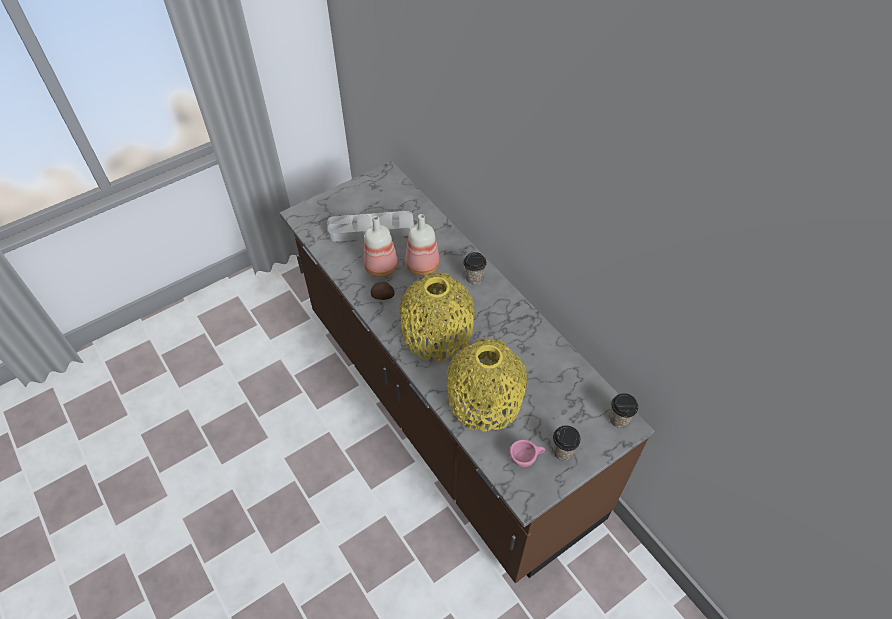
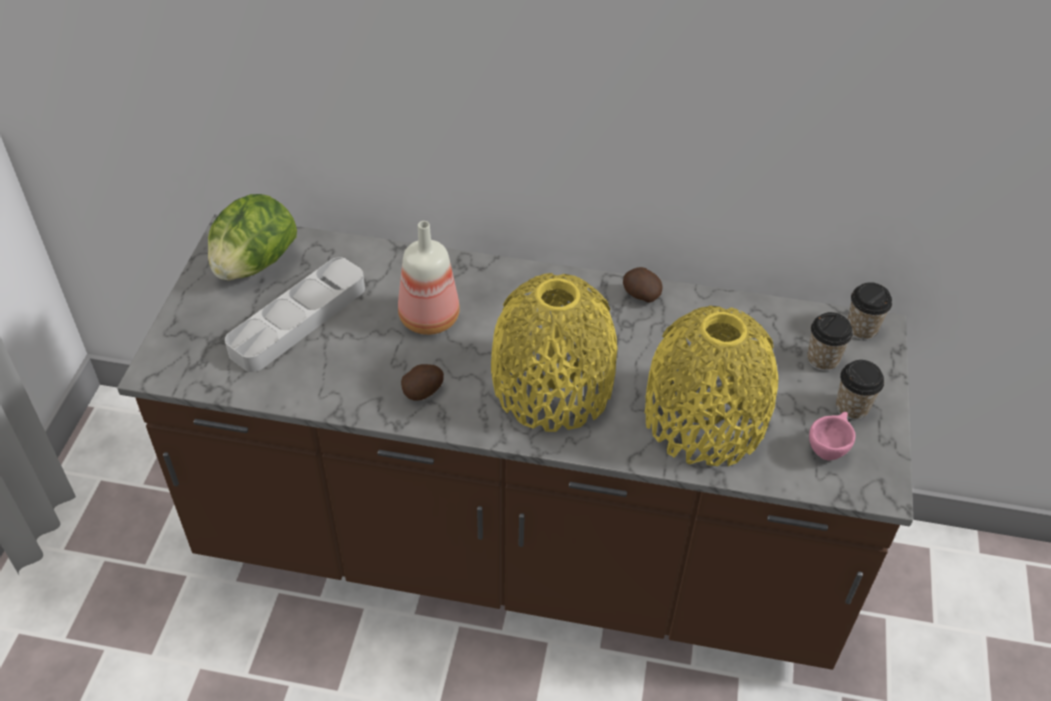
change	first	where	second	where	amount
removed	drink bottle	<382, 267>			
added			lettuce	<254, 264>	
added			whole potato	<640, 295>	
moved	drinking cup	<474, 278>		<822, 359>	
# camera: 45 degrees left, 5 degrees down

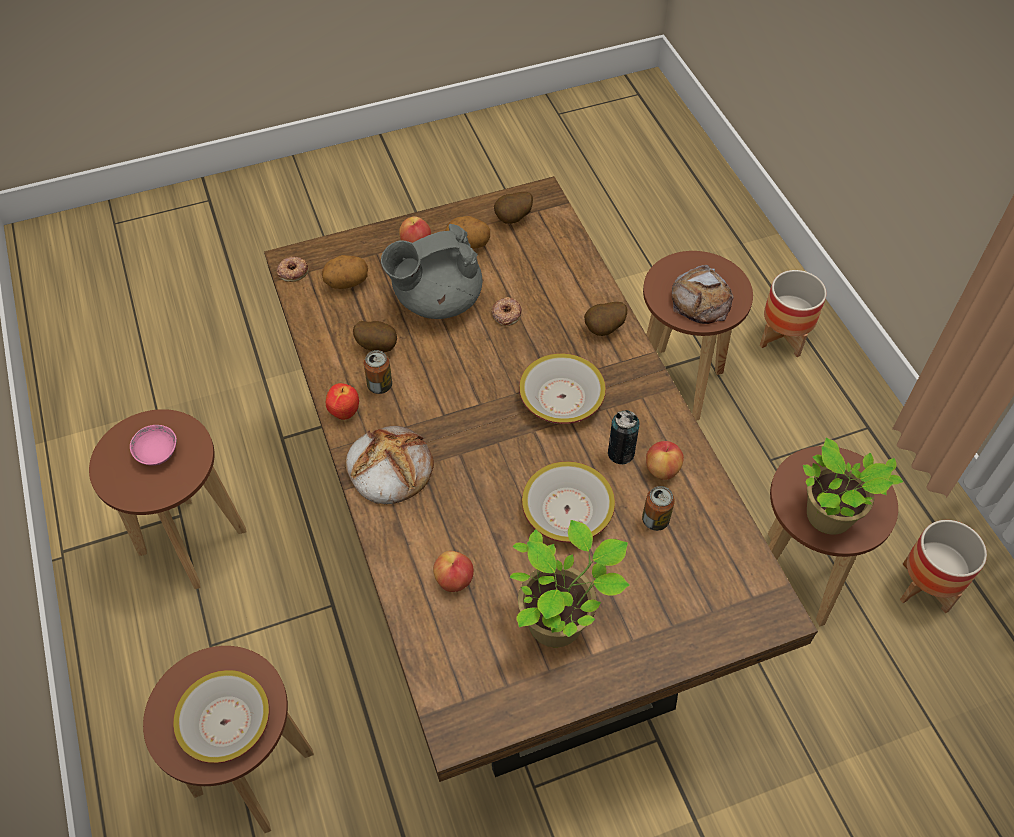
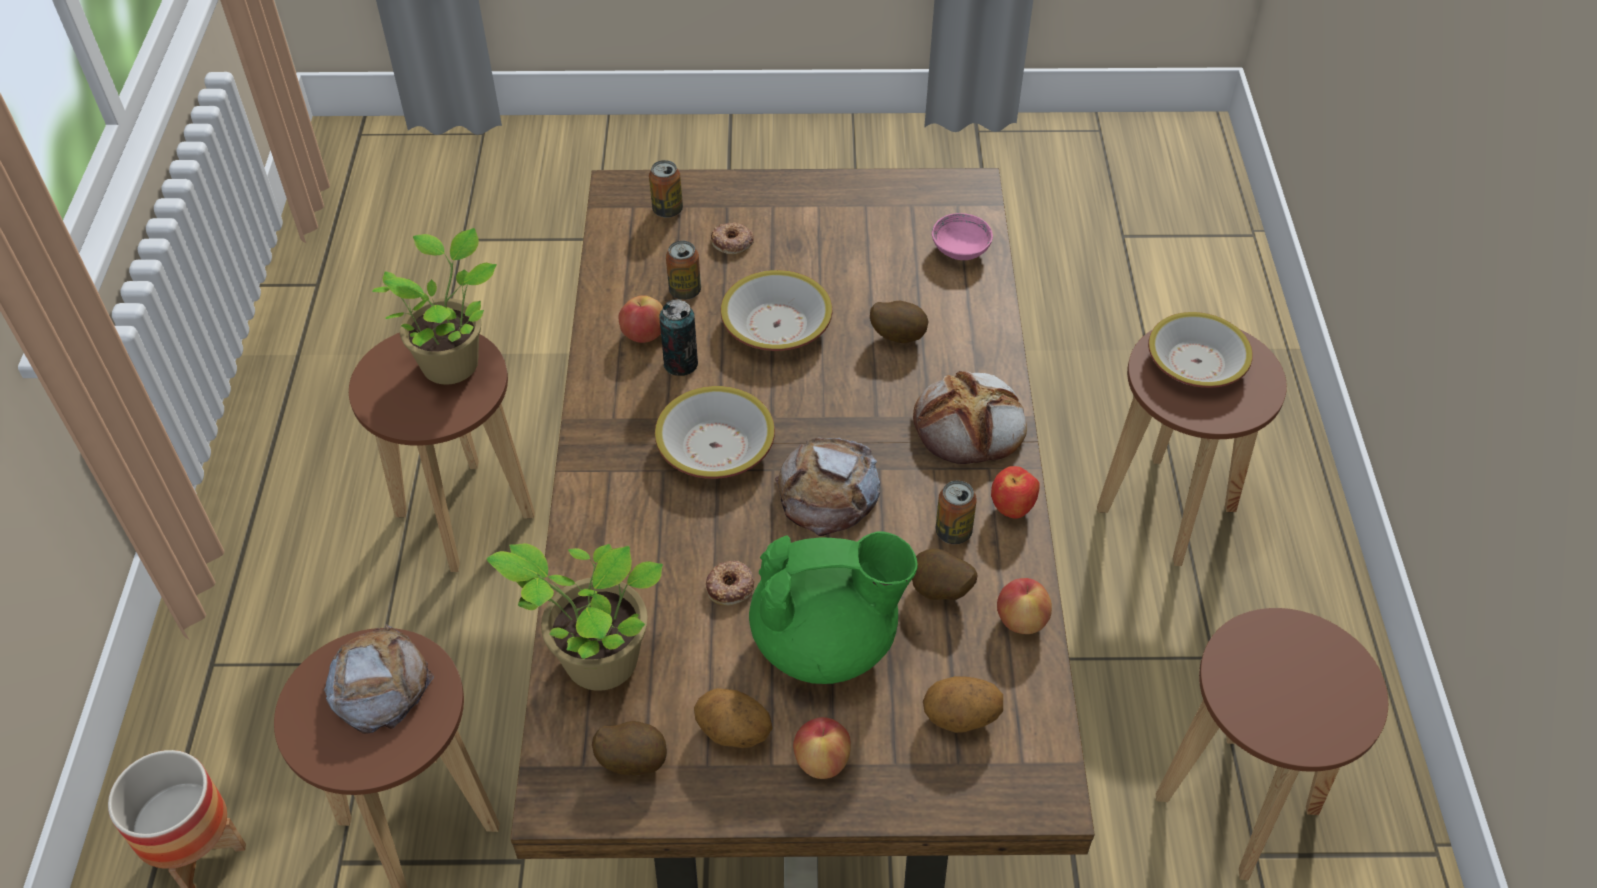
change	first	where	second	where	amount
removed	flower pot	<925, 587>			
added			metal can	<667, 210>	
added			bakery bread	<828, 492>	
moved	pinkish serving bowl	<157, 453>		<960, 250>	
moved	ring doughnut	<292, 271>		<732, 242>	
moved	whole apple	<454, 580>		<1021, 620>	
moved	plant in a pot	<559, 621>		<595, 661>	
moved	whole potato	<604, 330>		<898, 335>	
recoloured	grey tea pot	<436, 300>	green tea pot	<827, 641>	
# camera: 160 degrees left, 5 degrees down

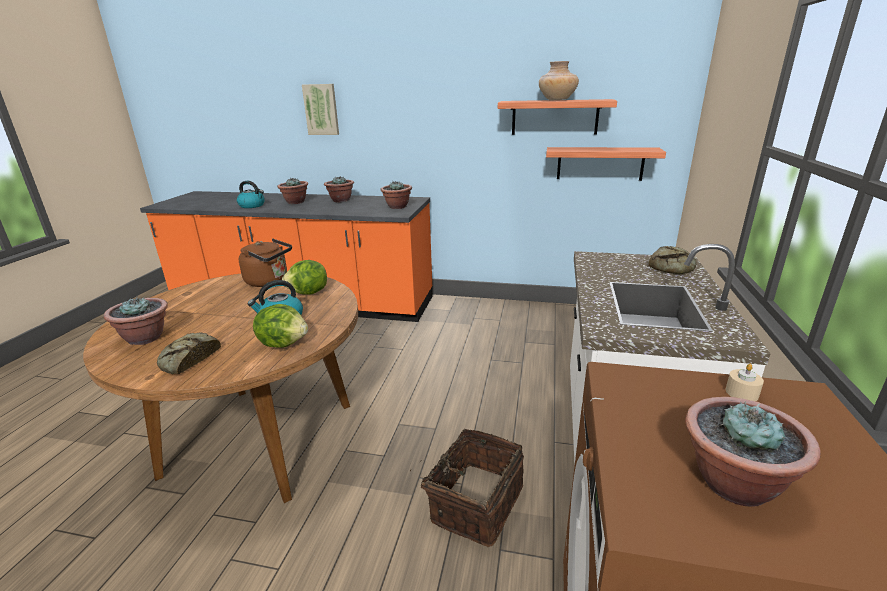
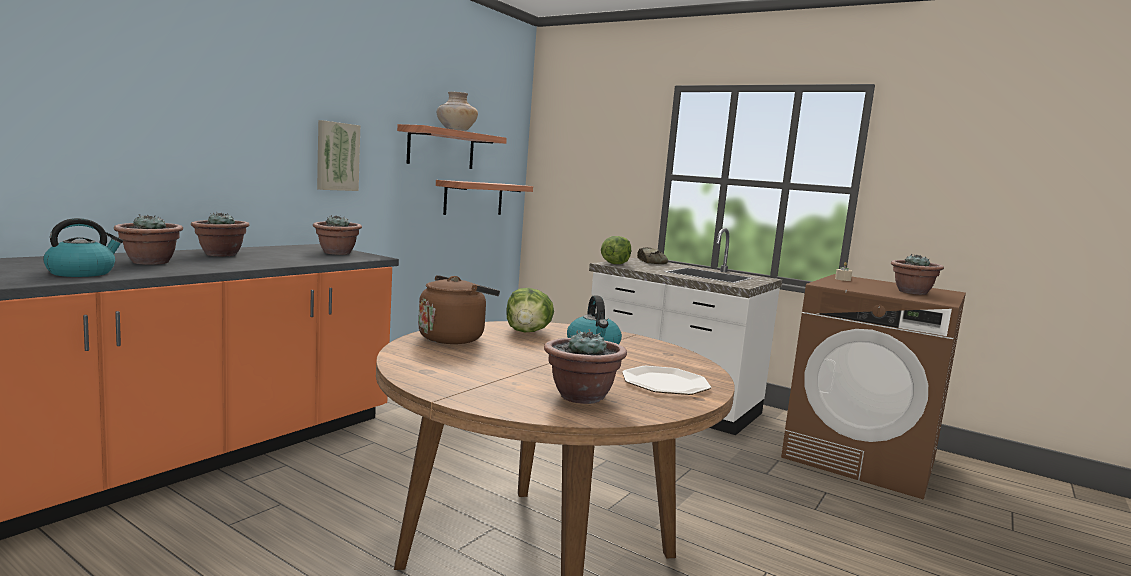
change	first	where	second	where	amount
removed	storage basket	<474, 502>			
moved	lettuce	<284, 343>		<614, 264>	
moved	wall art	<321, 109>		<337, 156>	
replaced	bakery bread	<188, 359>	dinner plate	<666, 383>	
# camera: 70 degrees left, 15 degrees down

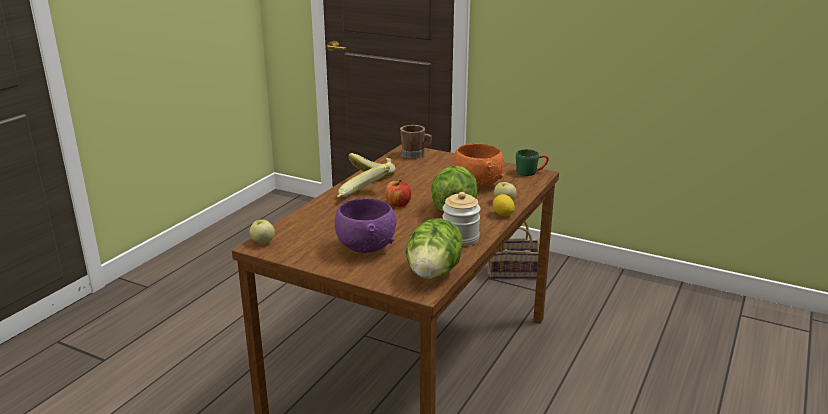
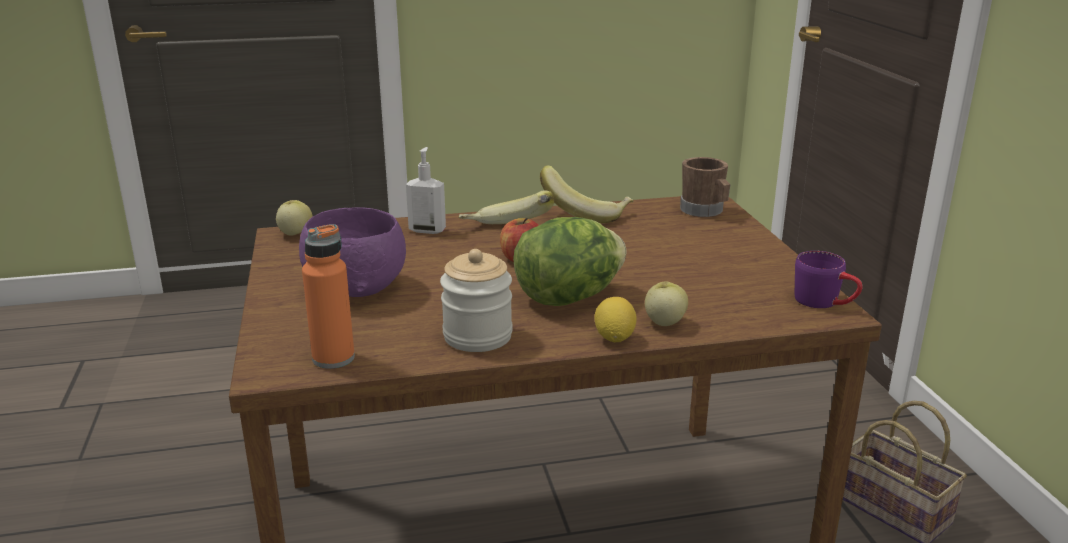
change	first	where	second	where	amount
removed	orange-coloured serving bowl	<477, 183>			
added			liquid soap bottle	<427, 230>	
replaced	lettuce	<433, 273>	orange-coloured drink bottle	<333, 358>	
recoloured	green mug	<531, 172>	purplish mug	<825, 302>	
# camera: 50 degrees right, 0 degrees up

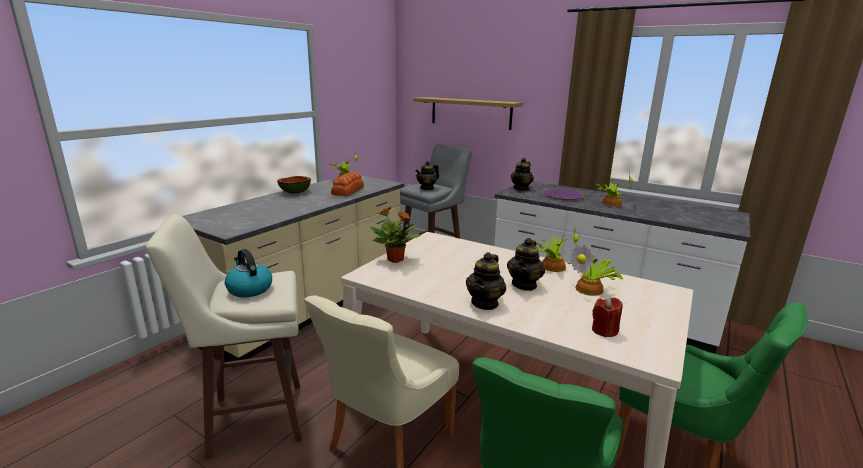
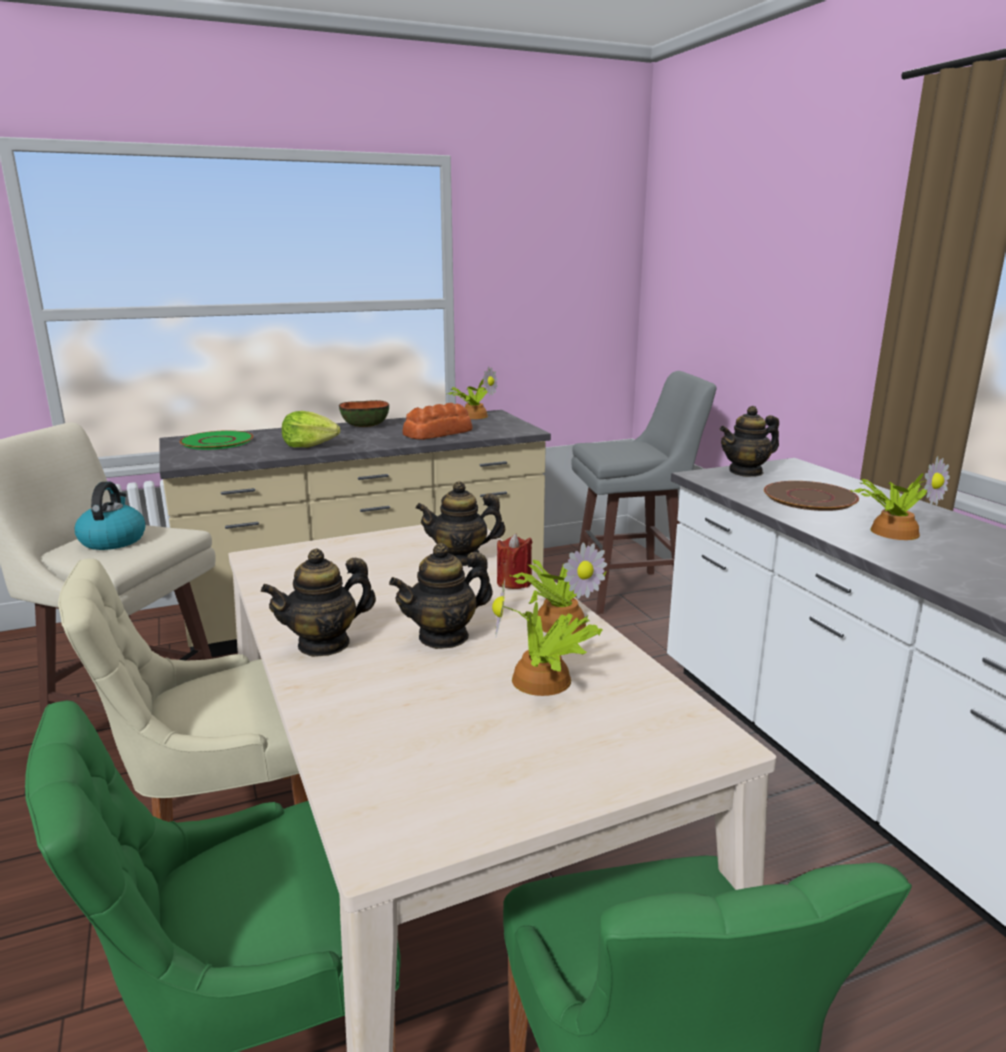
change	first	where	second	where	amount
removed	plant in a pot	<396, 260>			
removed	wall shelf	<470, 113>			
added			green dinner plate	<217, 442>	
added			lettuce	<309, 445>	
moved	tea pot	<427, 188>		<461, 558>	
moved	red wax light	<604, 330>		<514, 582>	
recoloured	purplish dinner plate	<562, 195>	brown dinner plate	<809, 497>	
# camera: 35 degrees right, 0 degrees up

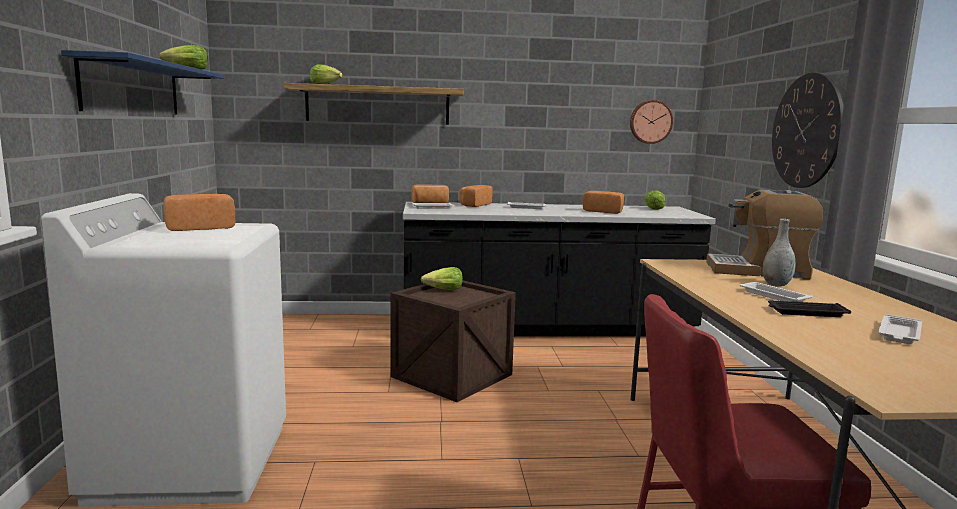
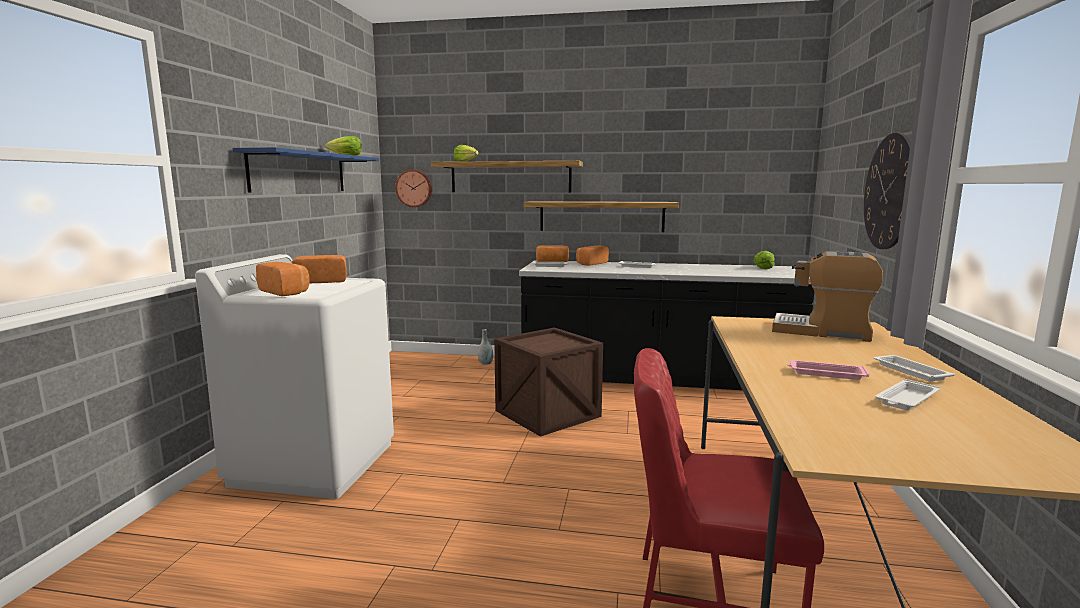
change	first	where	second	where	amount
removed	lettuce	<444, 290>			
added			wall shelf	<601, 216>	
moved	bakery bread	<603, 211>		<285, 292>	
moved	wall clock	<650, 122>		<414, 188>	
moved	whitish tray	<772, 296>		<909, 371>	
moved	grey vase	<776, 284>		<485, 363>	
recoloured	black tray	<805, 312>	pinkish tray	<825, 373>	
# camera: 15 degrees right, 0 degrees up

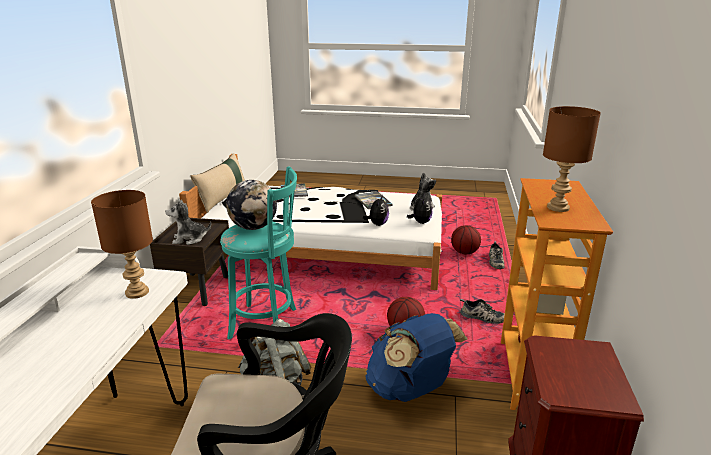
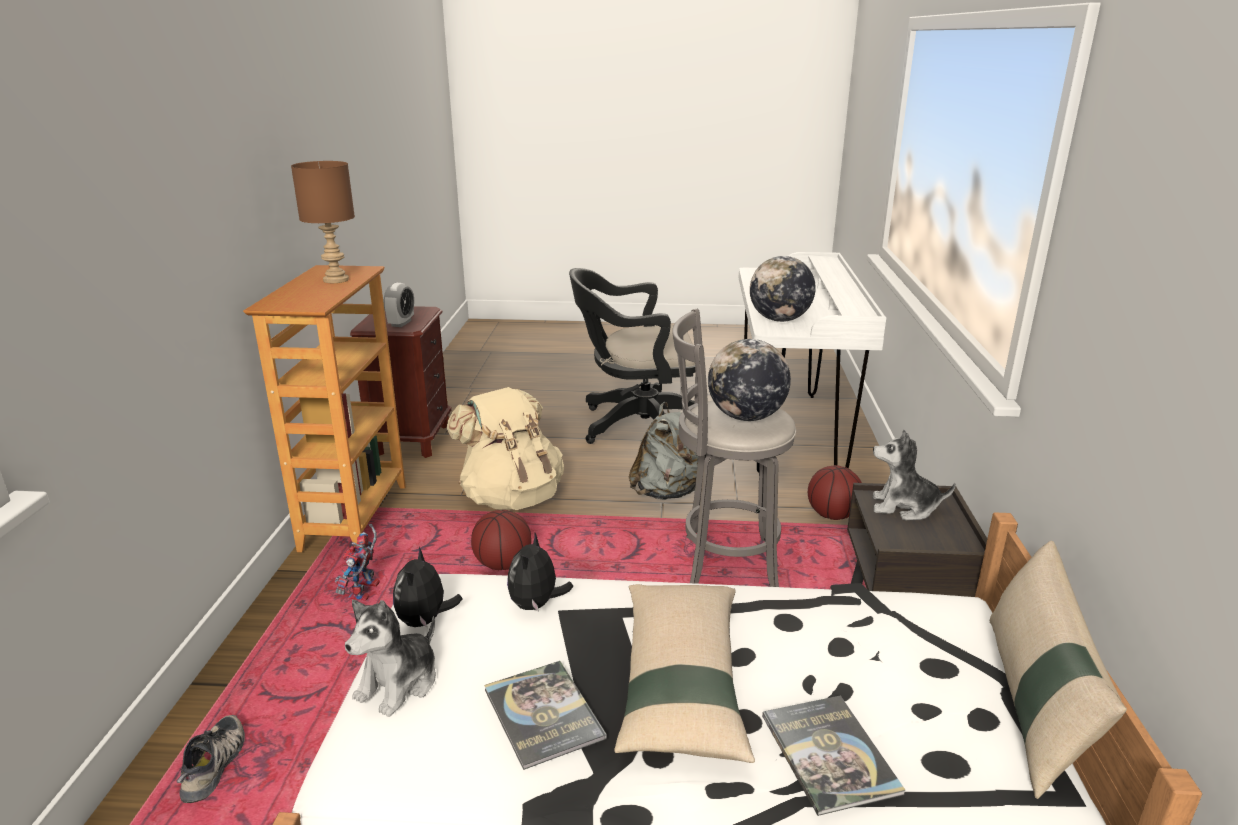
change	first	where	second	where	amount
added			alarm clock	<401, 323>	
added			sand-coloured throw pillow	<681, 682>	
moved	ball for basketball	<465, 252>		<832, 515>	
replaced	brown table lamp	<138, 292>	desk globe	<779, 320>	
replaced	item of footwear	<481, 318>	robot figure	<365, 594>	
recoloured	turquoise-coloured stool seat	<267, 324>	grey stool seat	<723, 564>	
recoloured	blue backpack	<410, 390>	sand-coloured backpack	<511, 497>	
turned	soft toy	<189, 239>		<904, 507>	150 degrees counterclockwise
# camera: 175 degrees right, 0 degrees up

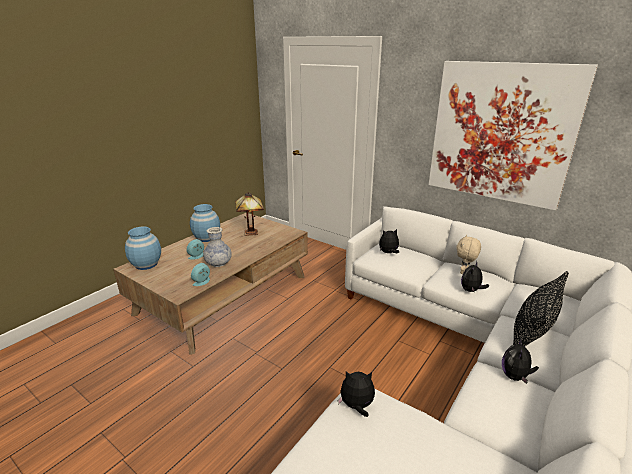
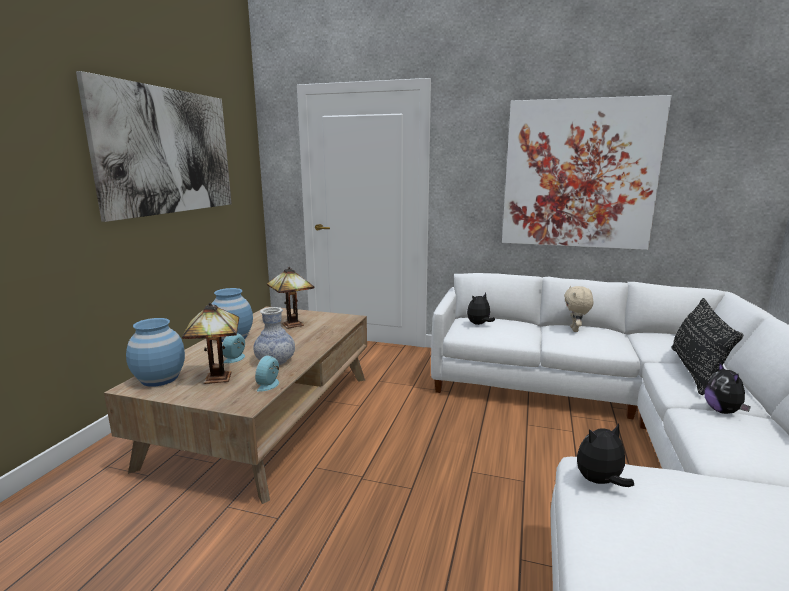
change	first	where	second	where	amount
removed	soft toy	<471, 290>			
added			wall art	<167, 151>	
added			table lamp	<216, 377>	
# camera: 20 degrees left, 10 degrees down

